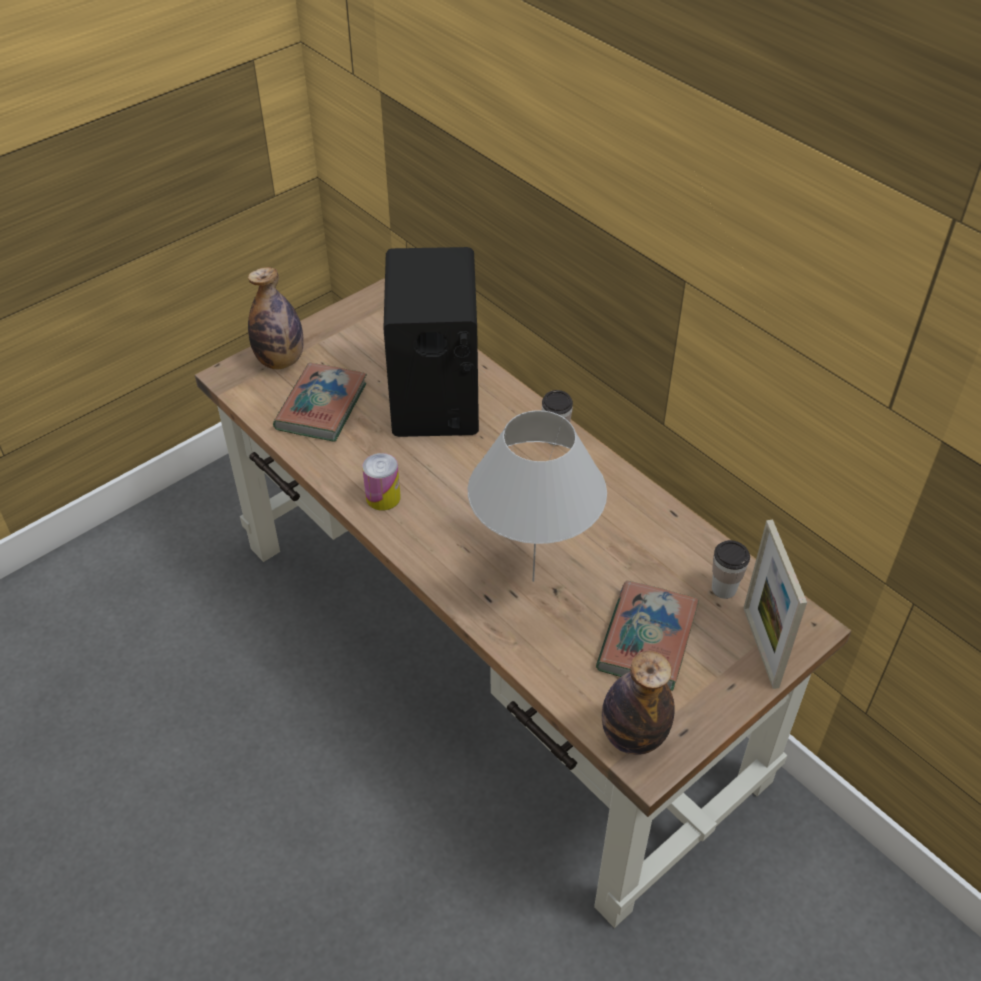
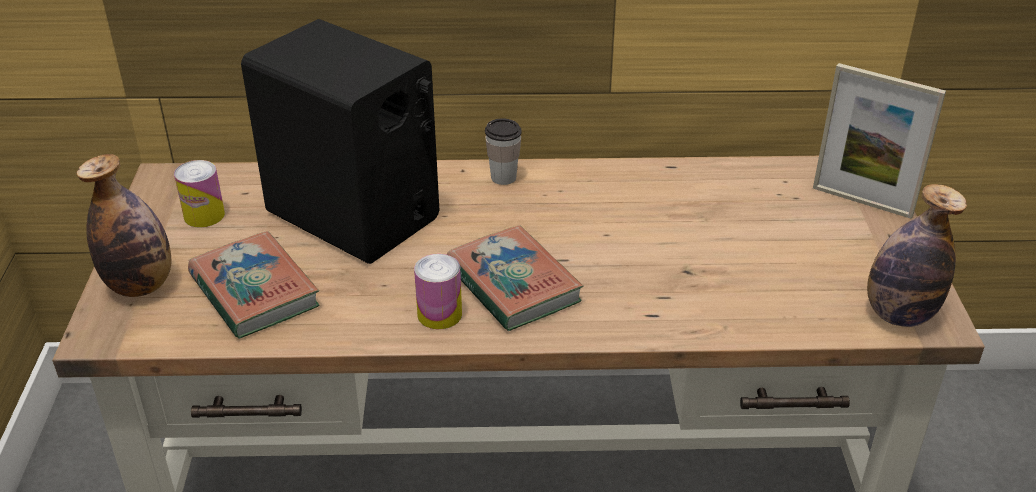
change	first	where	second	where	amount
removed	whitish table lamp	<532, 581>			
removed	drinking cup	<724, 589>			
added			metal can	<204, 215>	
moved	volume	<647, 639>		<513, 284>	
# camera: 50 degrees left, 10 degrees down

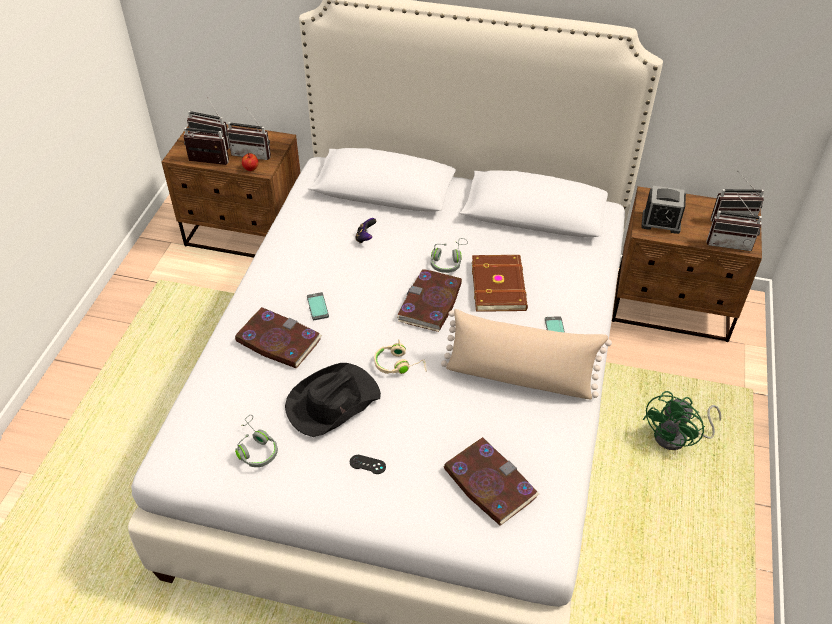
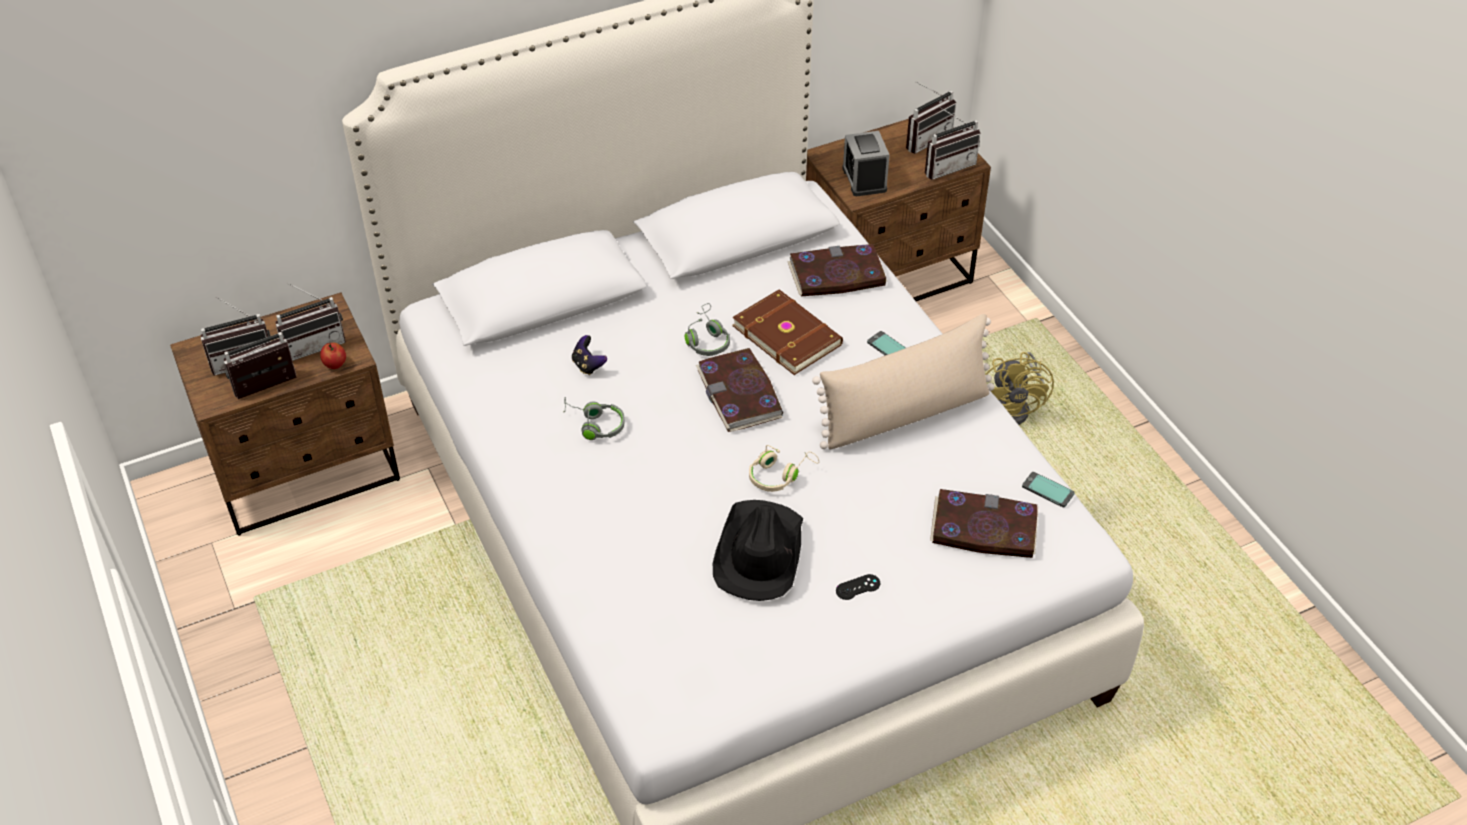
change	first	where	second	where	amount
moved	volume	<278, 341>		<836, 275>	
moved	grey pair of headphones	<255, 448>		<594, 424>	
moved	telephone	<317, 307>		<1047, 490>	
recoloured	green fan	<677, 437>	yellow fan	<1014, 408>	
turned	alarm clock	<661, 222>		<864, 179>	105 degrees clockwise
# camera: 40 degrees left, 0 degrees up

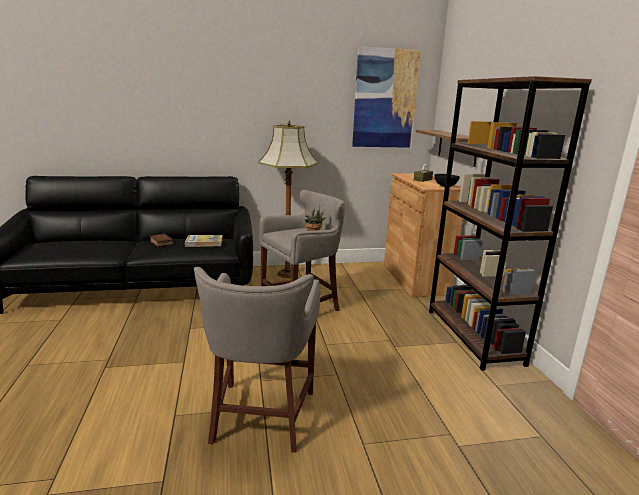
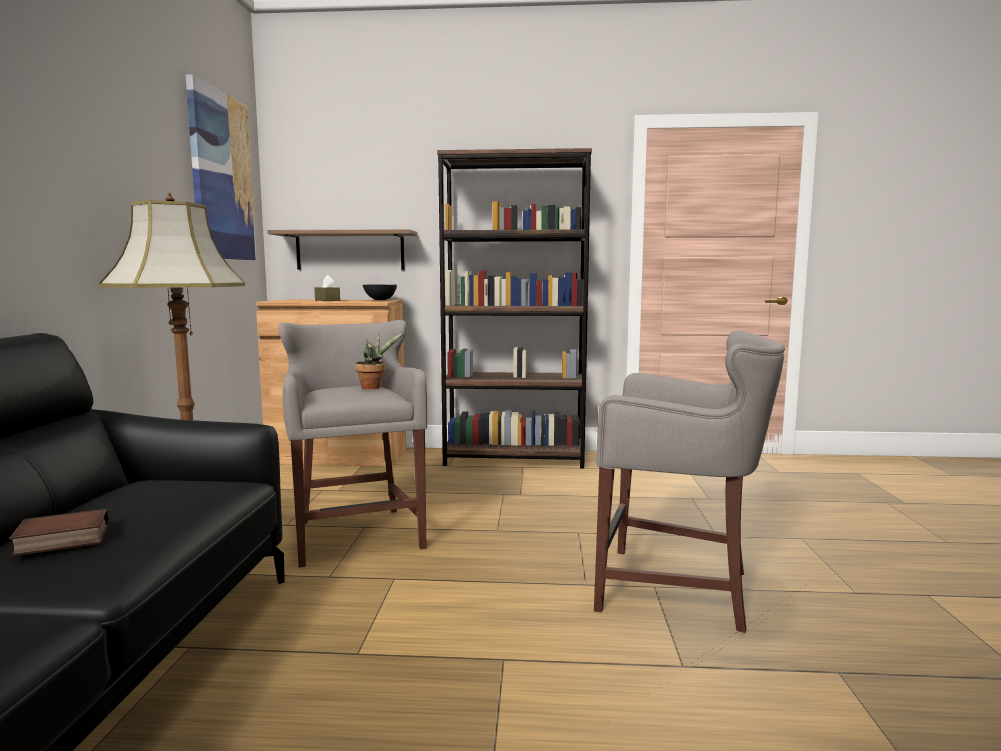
change	first	where	second	where	amount
removed	volume	<204, 242>			
# camera: 75 degrees left, 10 degrees down

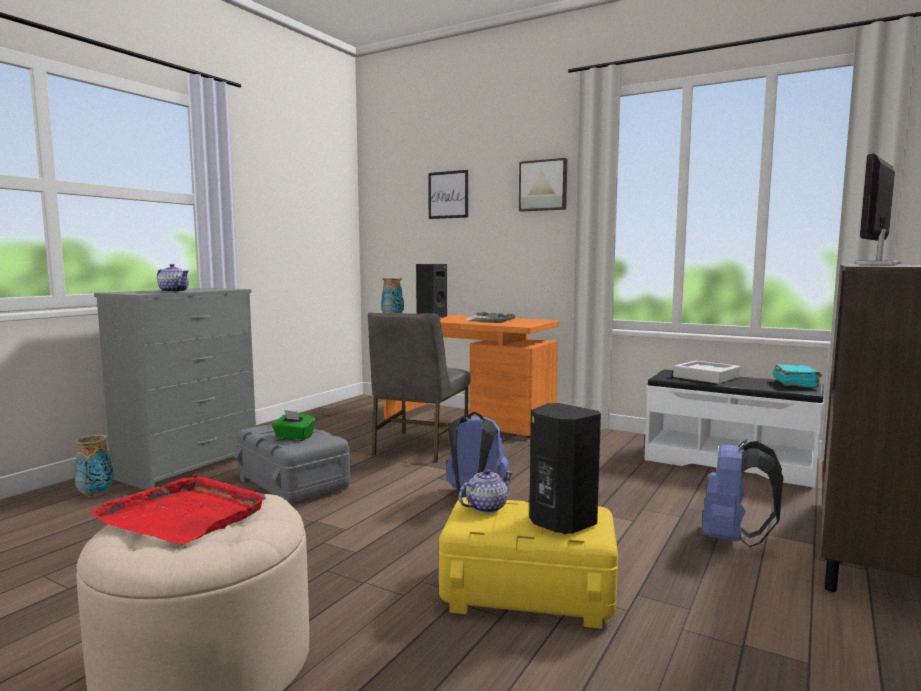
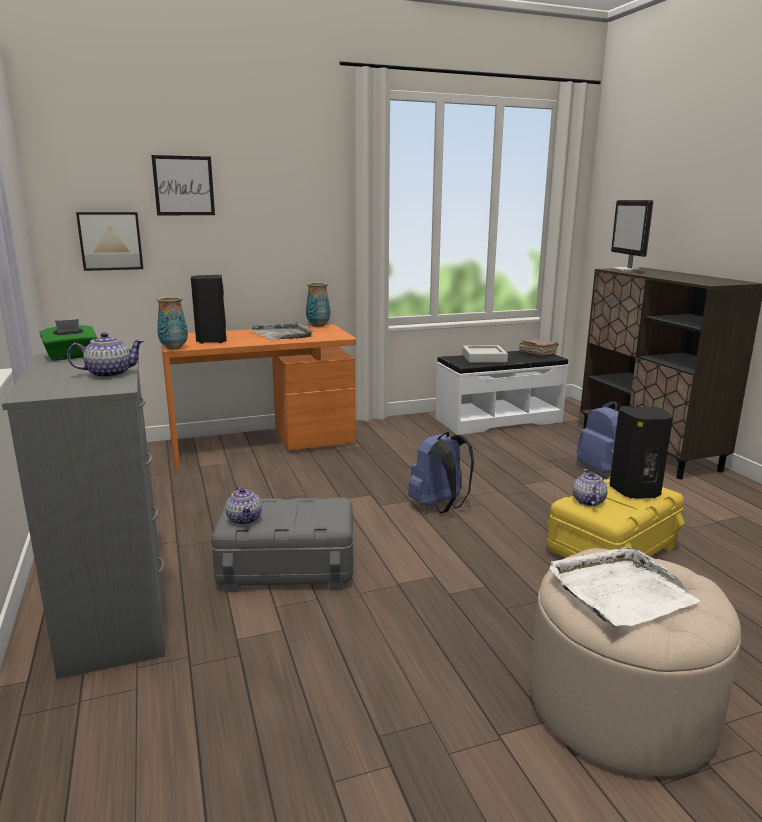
change	first	where	second	where	amount
removed	grey plain chair	<419, 447>			
added			tea pot	<244, 519>	
moved	vase	<95, 495>		<318, 326>	
moved	green box of tissues	<294, 438>		<72, 356>	
moved	wall art	<543, 185>		<110, 241>	
recoloured	red tray	<184, 514>	whitish tray	<619, 591>	
recoloured	turquoise-coloured volume	<795, 384>	brown volume	<537, 353>	
# camera: 50 degrees left, 10 degrees up

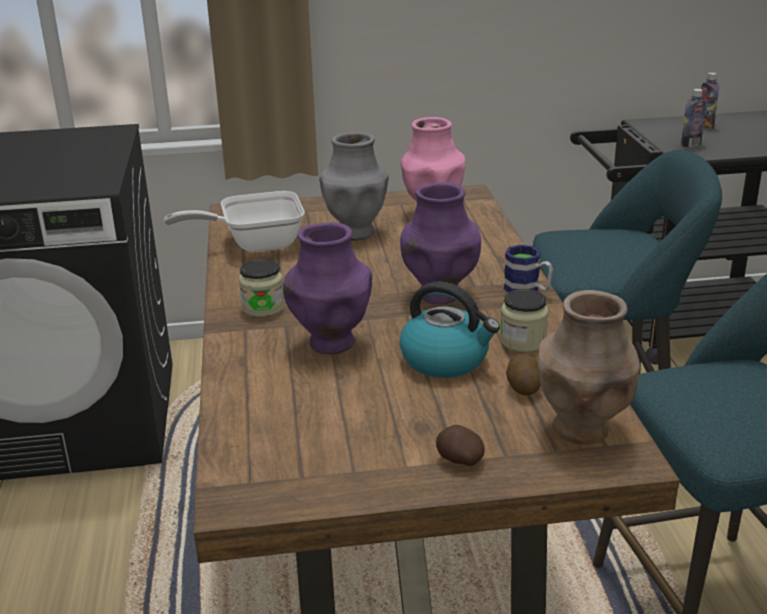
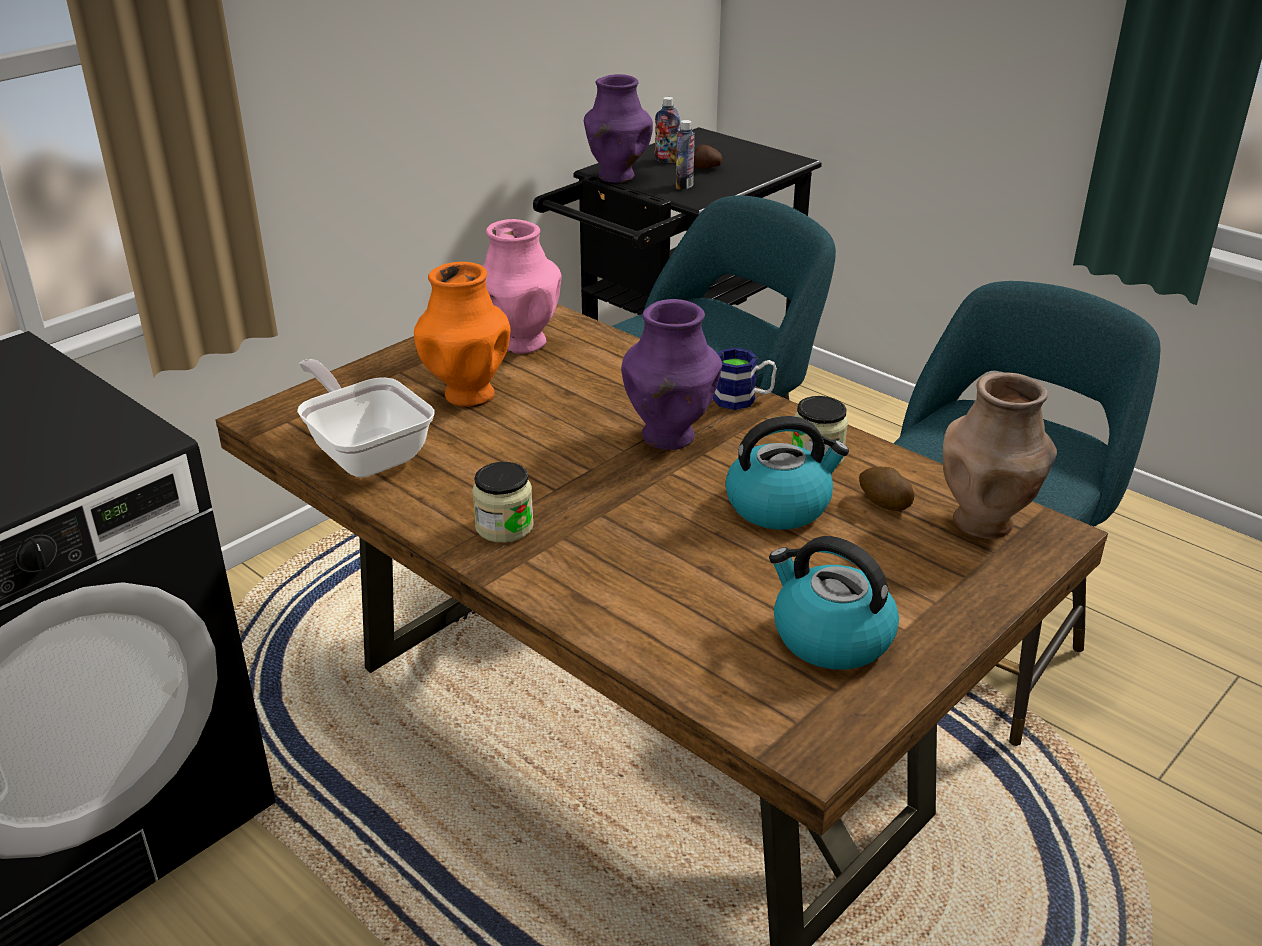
change	first	where	second	where	amount
added			water kettle	<830, 637>	
moved	purplish vase	<331, 343>		<617, 176>	
moved	whole potato	<459, 460>		<706, 168>	
recoloured	grey vase	<356, 232>	orange-coloured vase	<468, 395>	
turned	frying pan	<254, 244>		<366, 452>	105 degrees clockwise
# camera: 40 degrees left, 5 degrees up

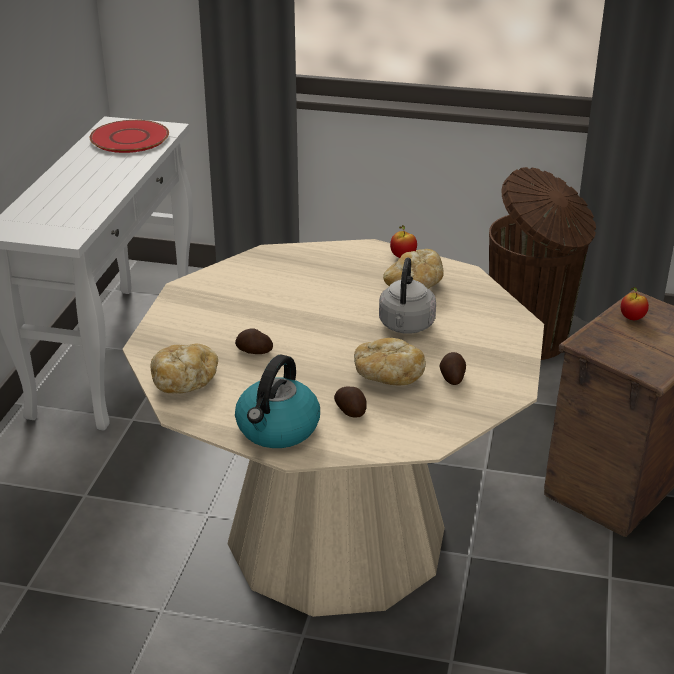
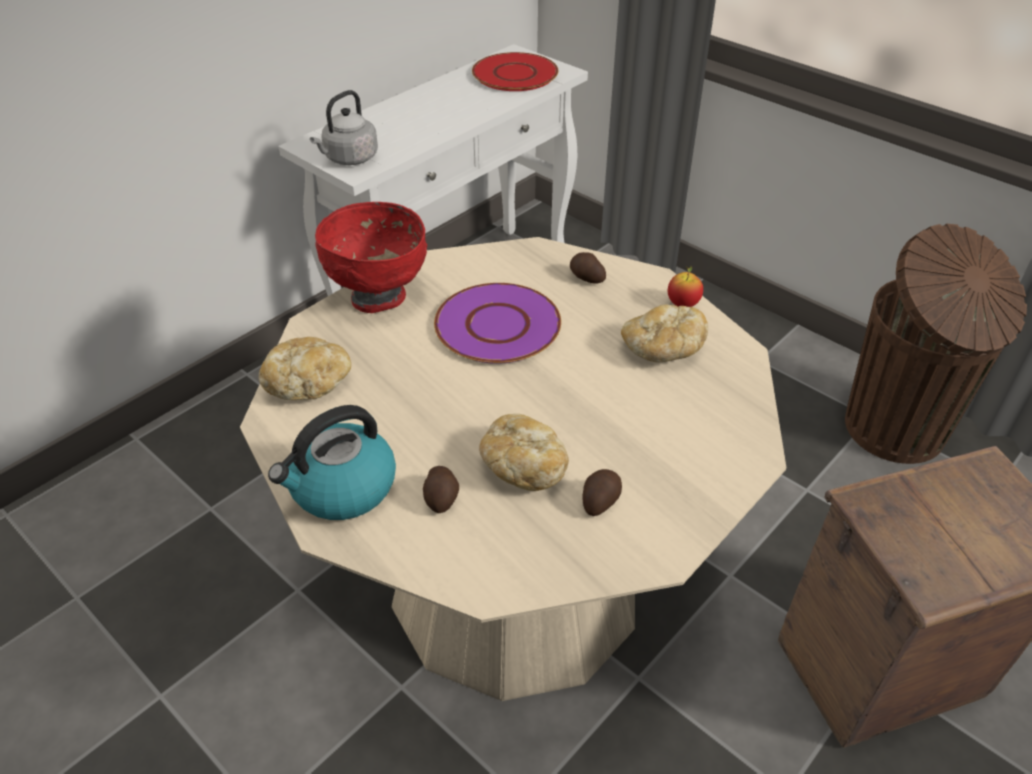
change	first	where	second	where	amount
removed	whole apple	<632, 318>			
added			red serving bowl	<379, 297>	
added			purplish dinner plate	<498, 325>	
moved	whole potato	<254, 351>		<586, 278>	
moved	grey water kettle	<406, 326>		<349, 159>	
# camera: 30 degrees right, 10 degrees up

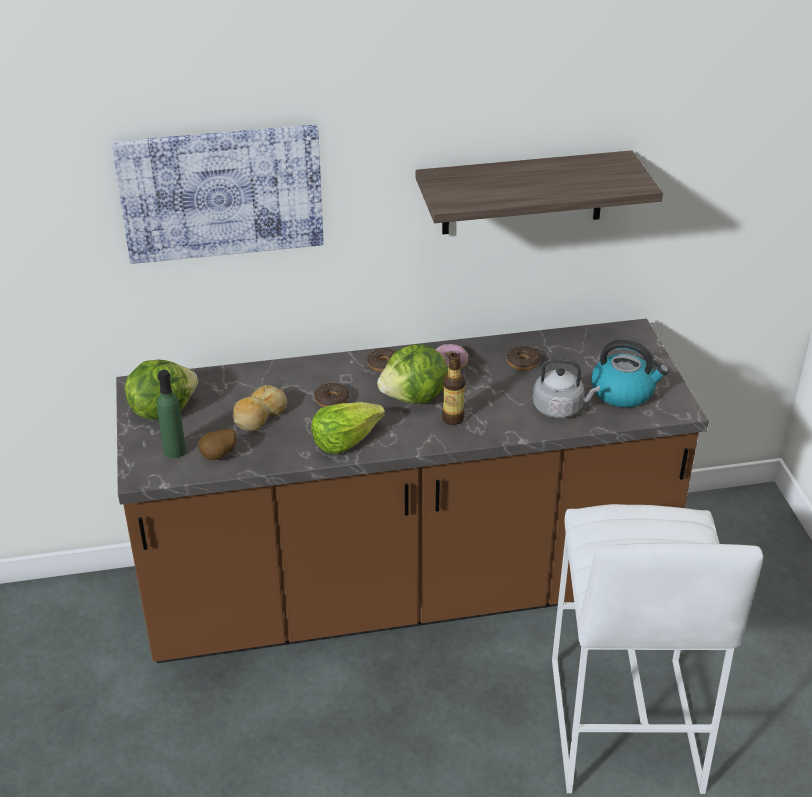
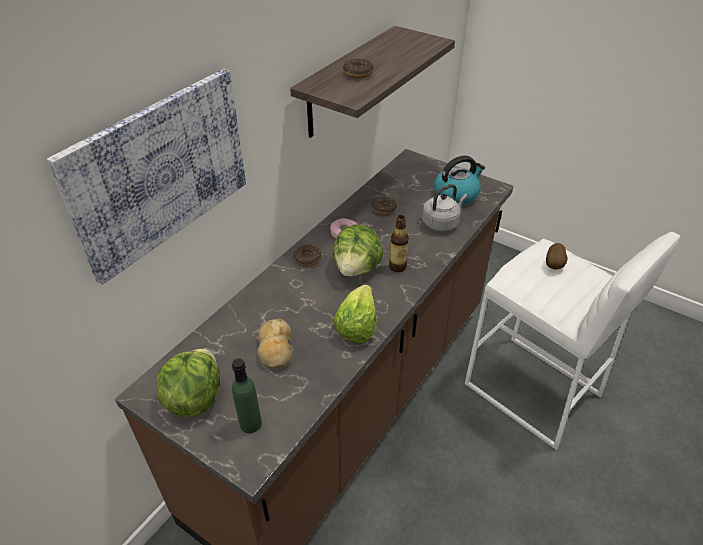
change	first	where	second	where	amount
moved	whole potato	<219, 456>		<554, 265>	
moved	ring doughnut	<332, 400>		<358, 73>	
# camera: 45 degrees left, 5 degrees up

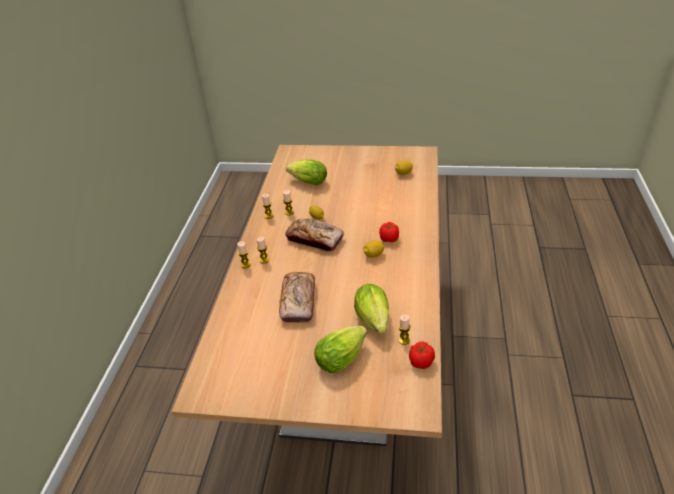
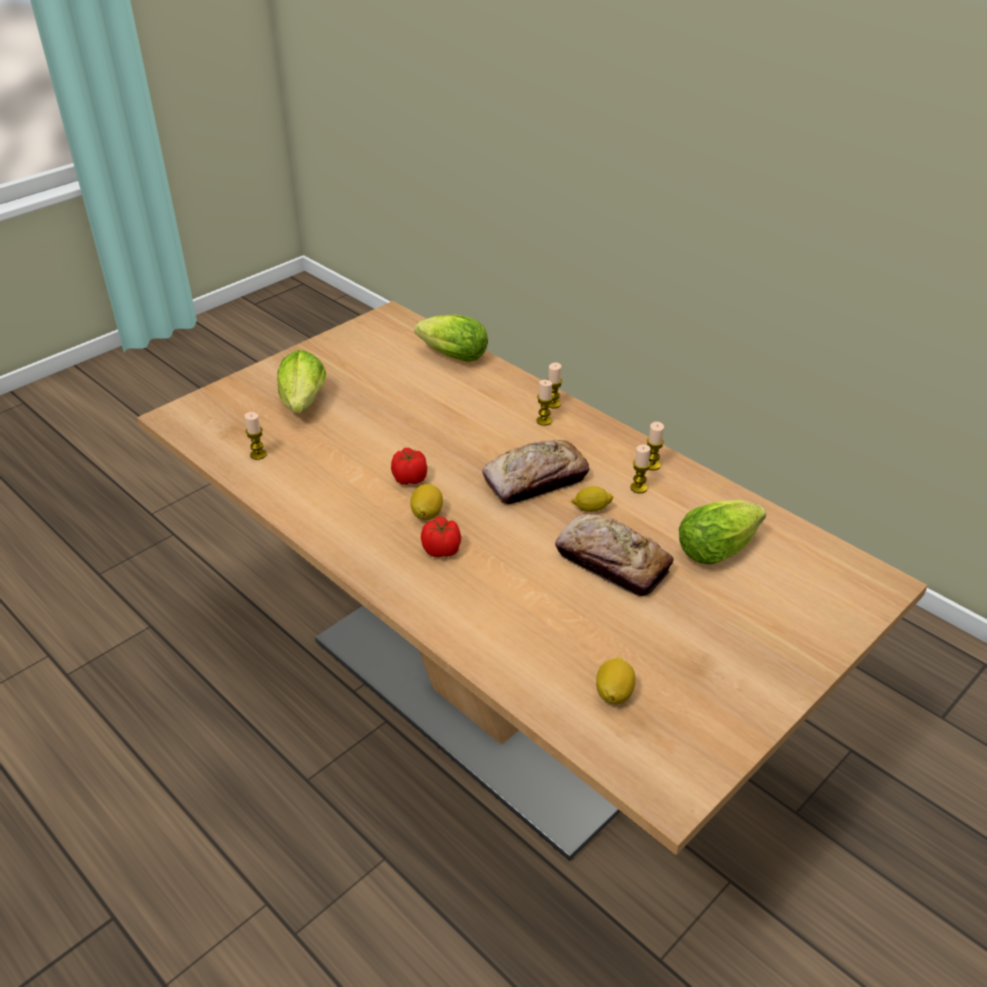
change	first	where	second	where	amount
moved	bakery bread	<298, 301>		<612, 563>	
moved	lettuce	<374, 322>		<450, 356>	
moved	tomato	<420, 362>		<409, 478>	
# camera: 125 degrees right, 0 degrees up

